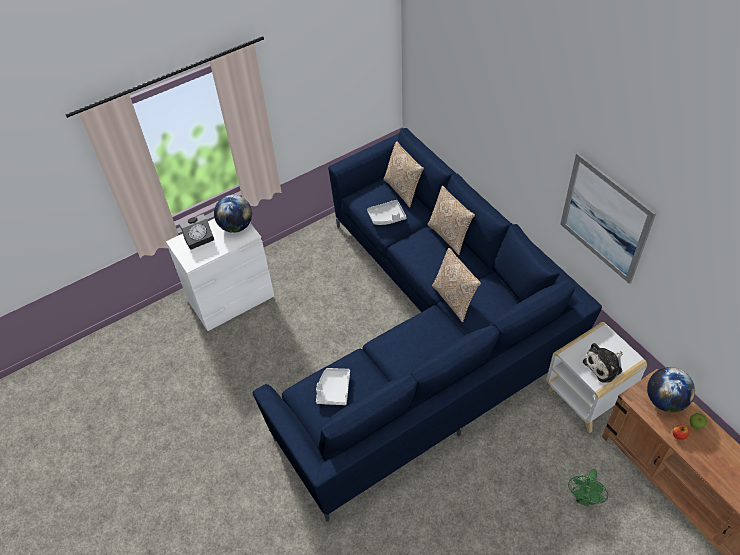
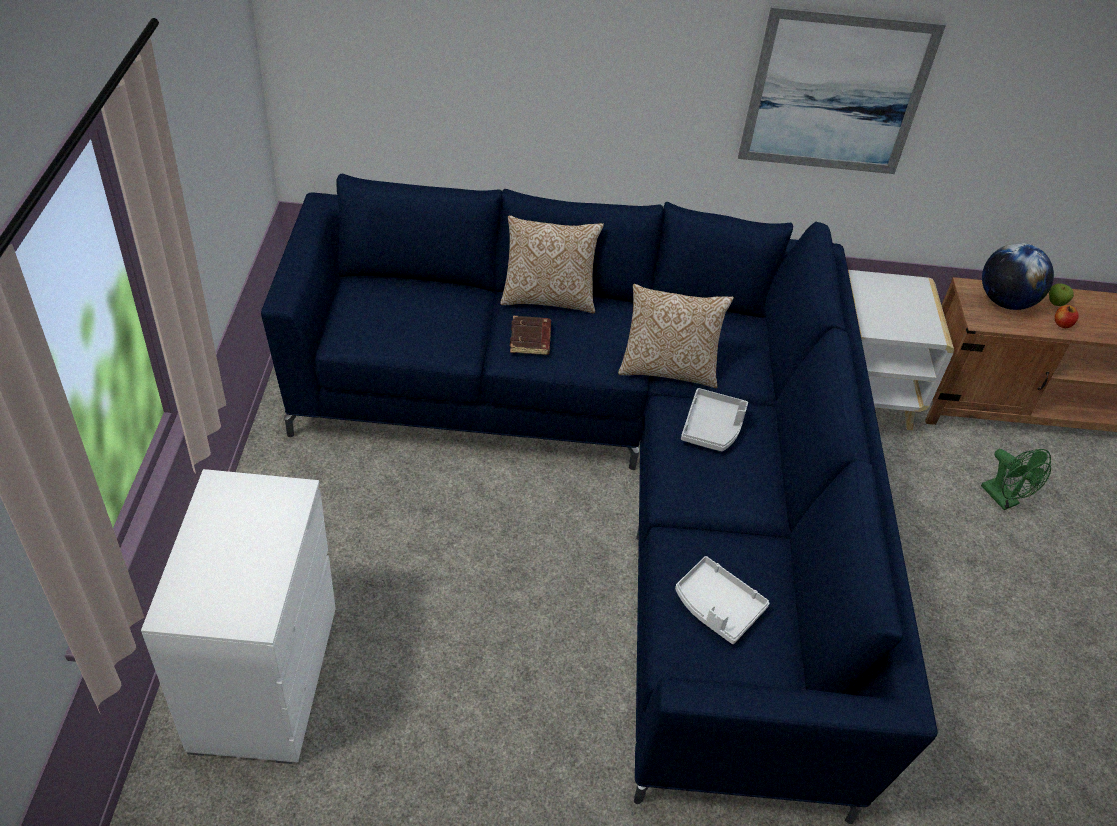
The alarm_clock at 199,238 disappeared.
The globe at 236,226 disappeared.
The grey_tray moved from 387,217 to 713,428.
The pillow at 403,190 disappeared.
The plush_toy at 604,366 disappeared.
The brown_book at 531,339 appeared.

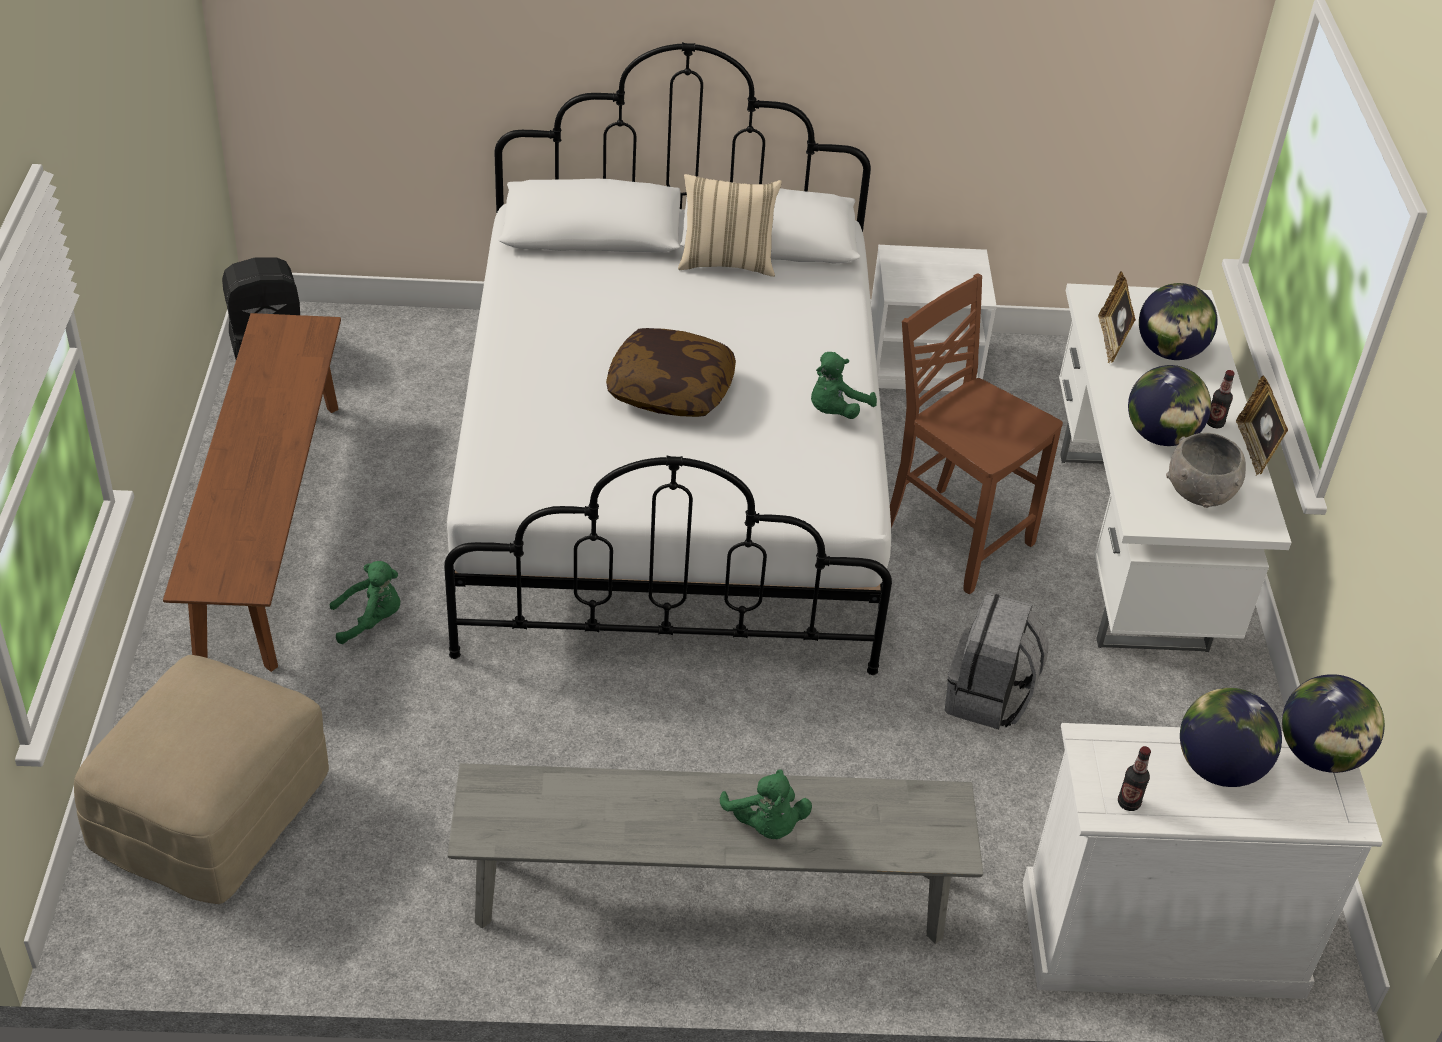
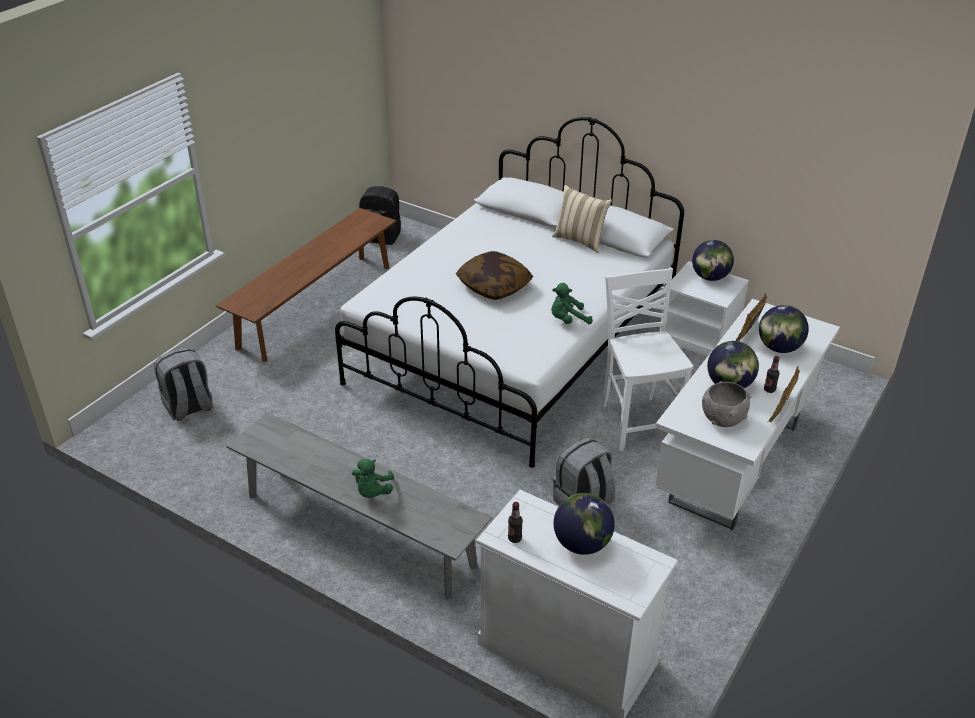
The beige_ottoman at 213,814 was replaced by the grey_backpack at 188,407.
The green_plush_toy at 371,620 disappeared.
The brown_chair at 954,536 became the white_chair at 637,422.
The globe moved from 1320,755 to 710,277.

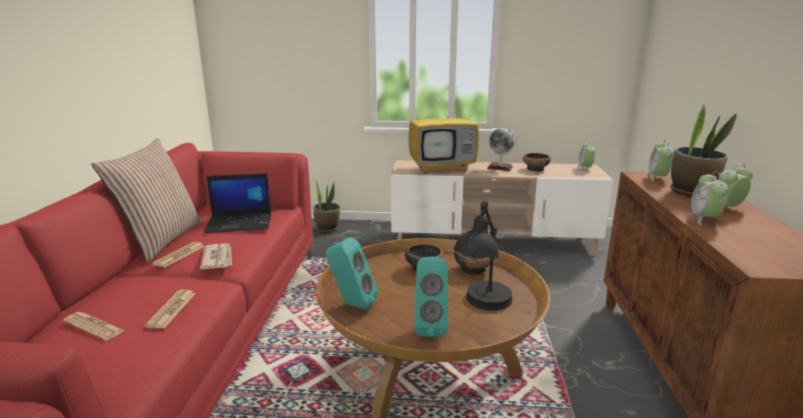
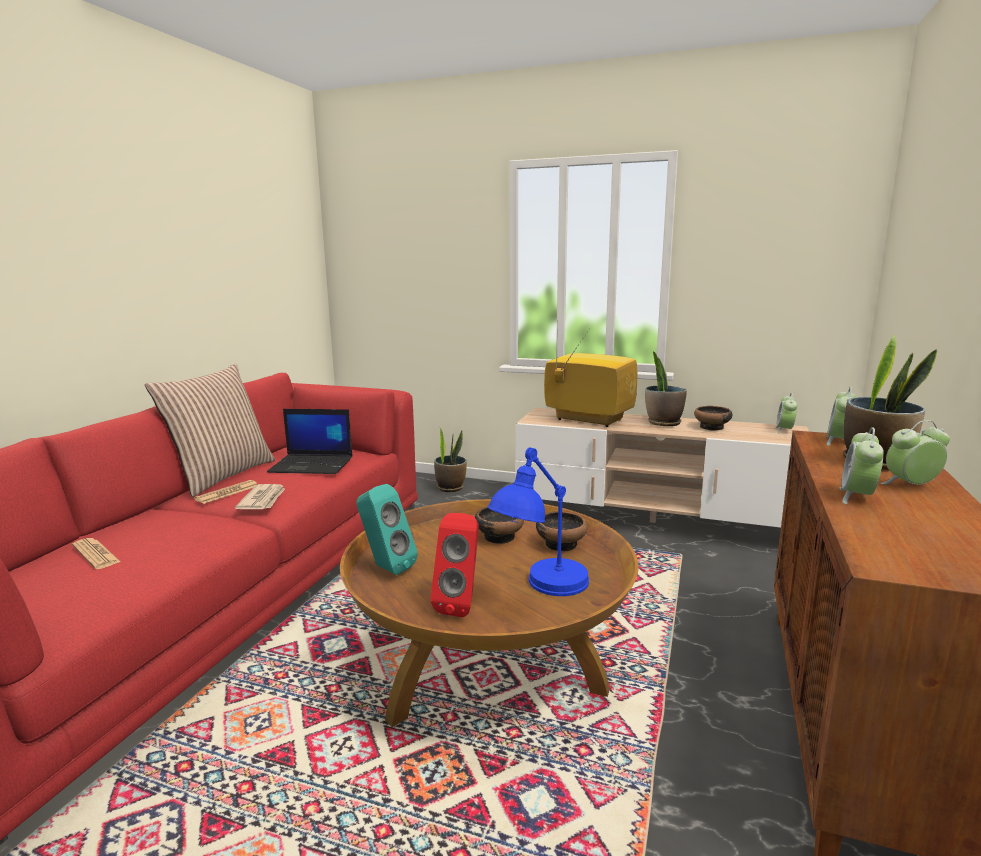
The newspaper at 171,309 disappeared.
The television at 443,168 turned 150 degrees counterclockwise.
The turquoise_speaker at 430,327 became the red_speaker at 461,605.
The black_table_lamp at 482,308 became the blue_table_lamp at 541,591.
The globe at 500,167 was replaced by the potted_plant at 663,423.

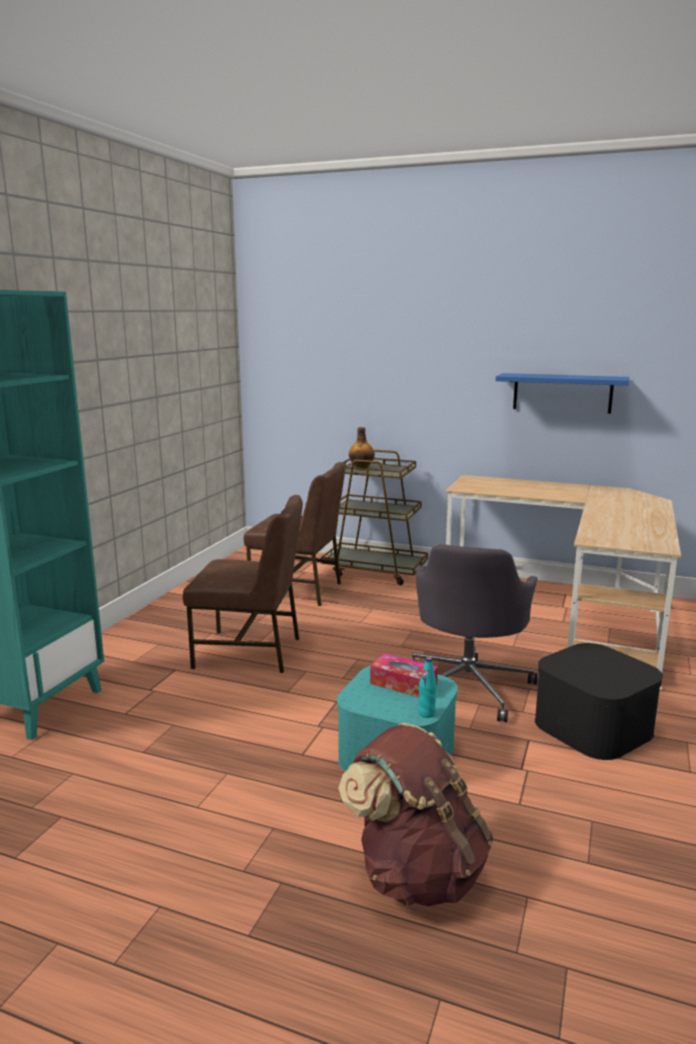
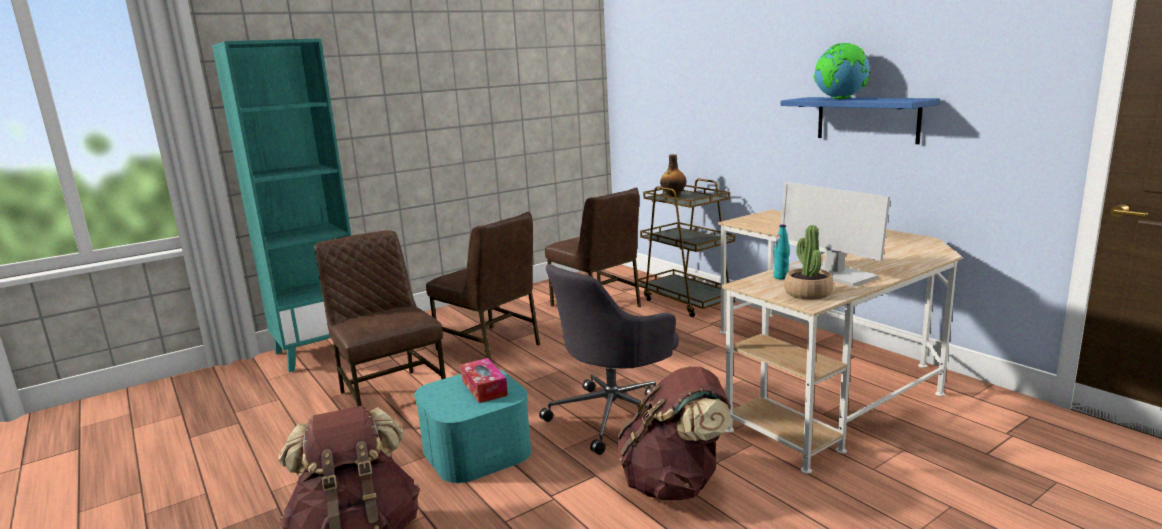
The turquoise_bottle moved from 426,713 to 781,277.
The black_storage_box at 593,726 was replaced by the brown_backpack at 675,484.
The brown_chair at 390,396 appeared.
The monitor at 831,273 appeared.
The potted_plant at 807,293 appeared.
The globe at 840,99 appeared.

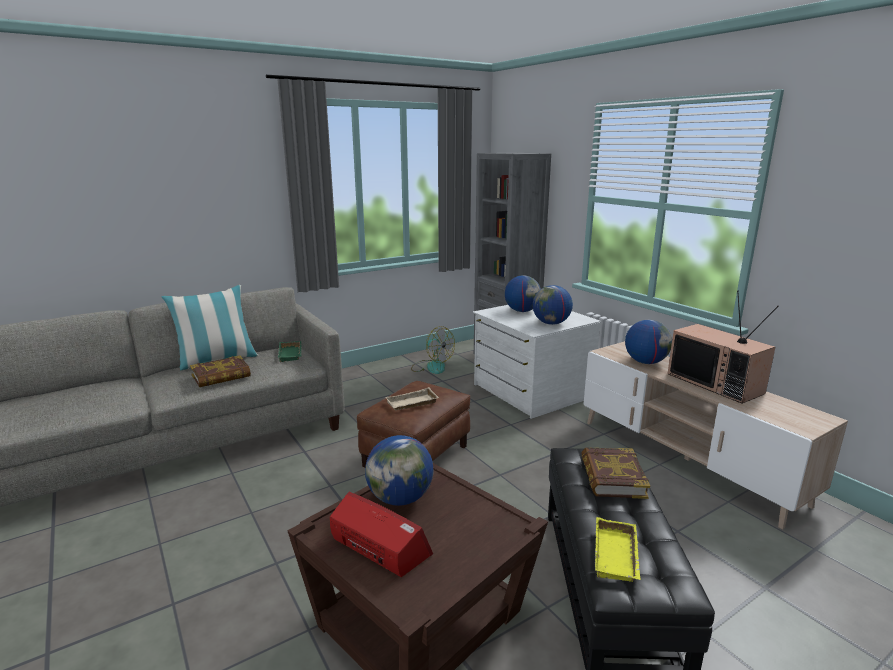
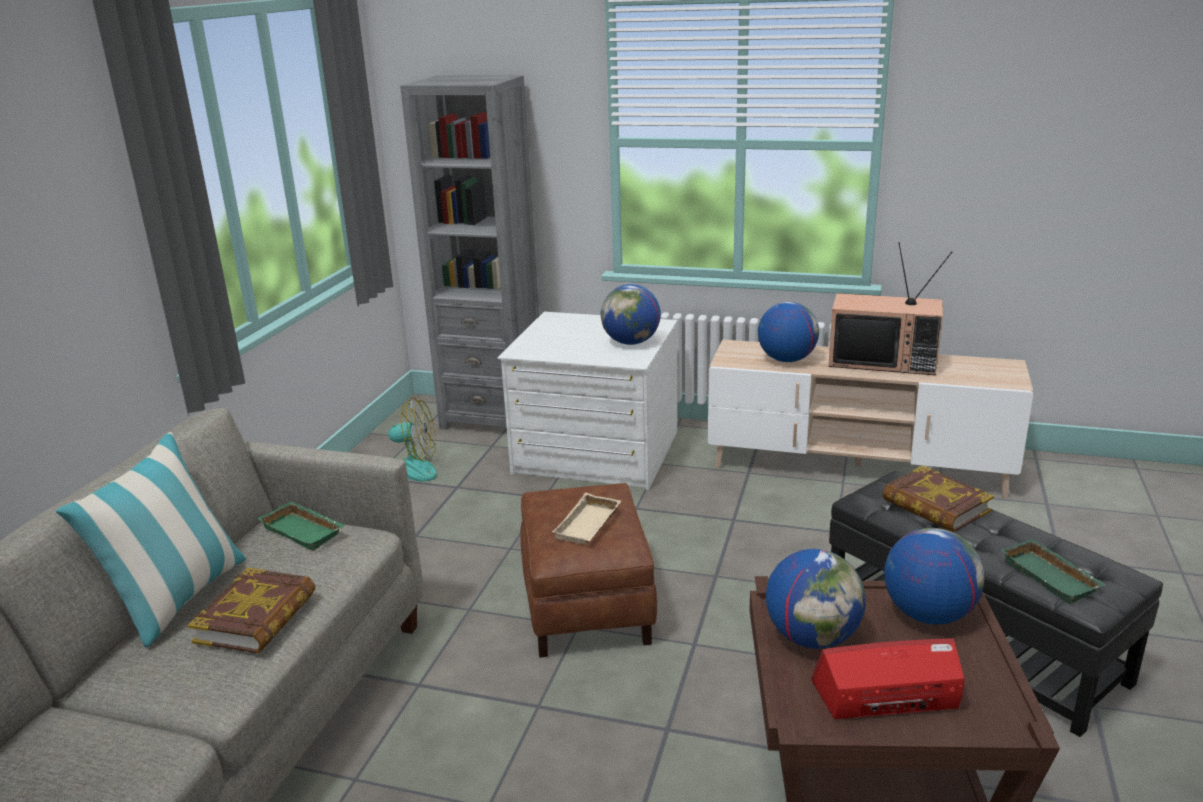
The globe moved from 522,311 to 928,614.
The yellow_tray at 618,556 became the green_tray at 1052,577.

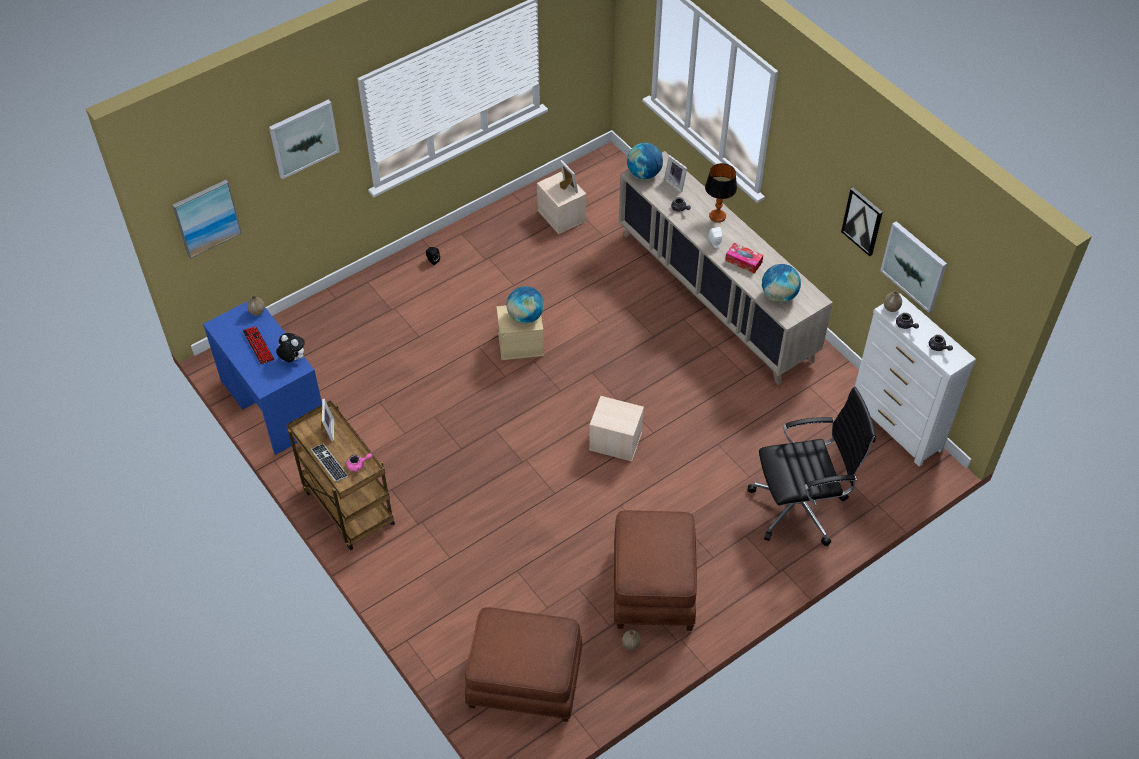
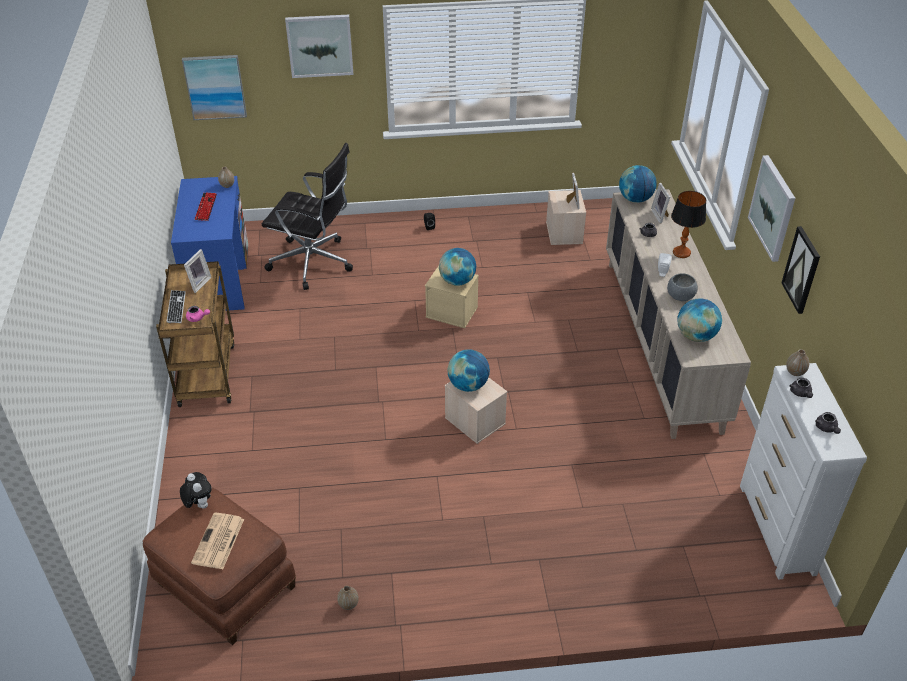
The plush_toy moved from 292,358 to 199,504.
The brown_ottoman at 652,587 disappeared.
The tissue_box at 743,261 was replaced by the grey_bowl at 680,296.
The black_office_chair moved from 801,507 to 313,263.
The picture moved from 914,266 to 773,208.
The newspaper at 218,542 appeared.
The globe at 468,385 appeared.

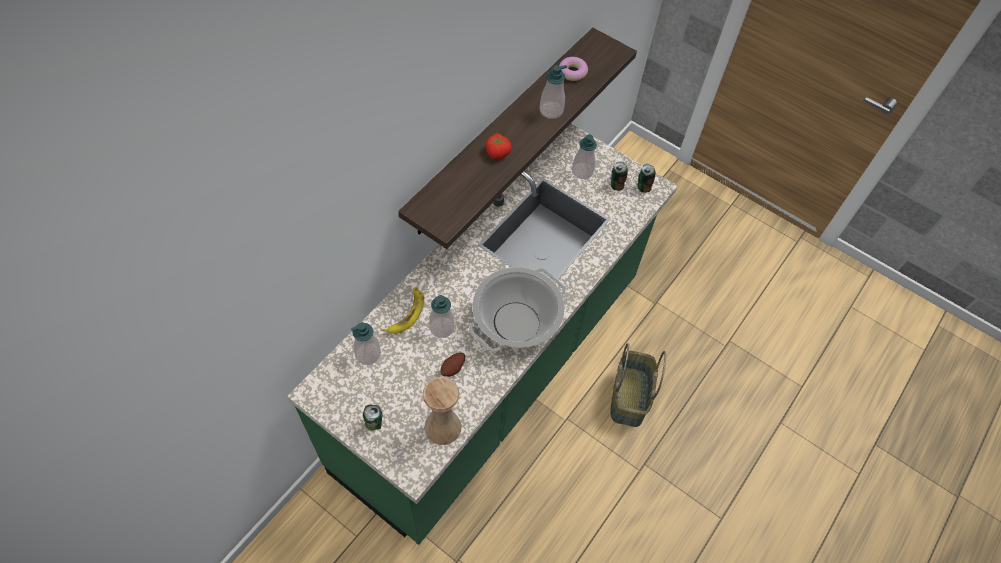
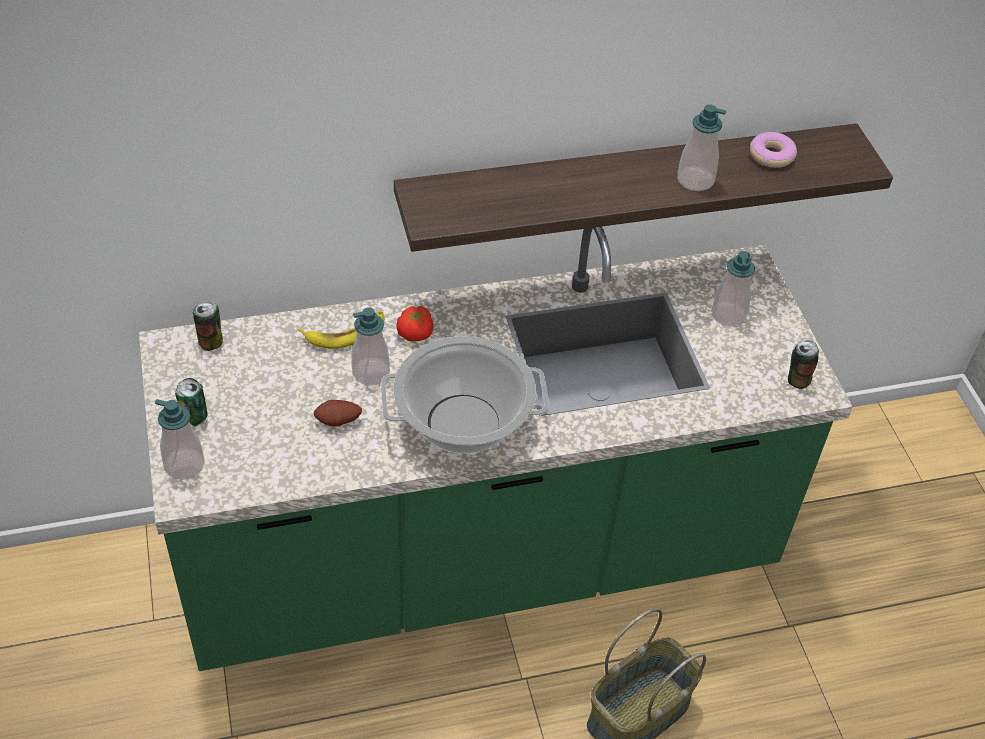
The soap_dispenser moved from 368,354 to 184,465.
The beige_vase at 443,427 disappeared.
The tomato moved from 498,152 to 416,333.
The can moved from 616,184 to 211,341.

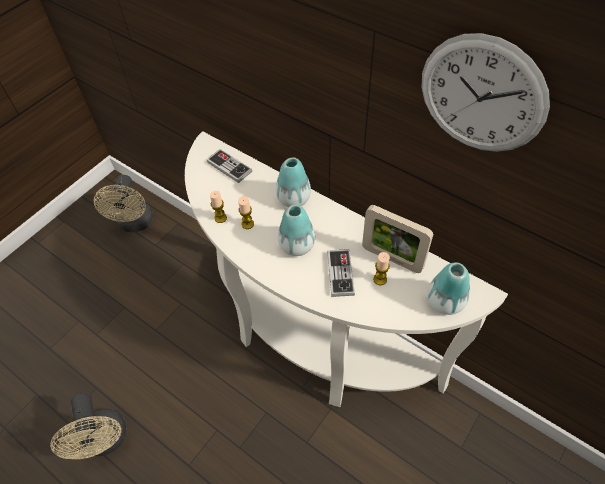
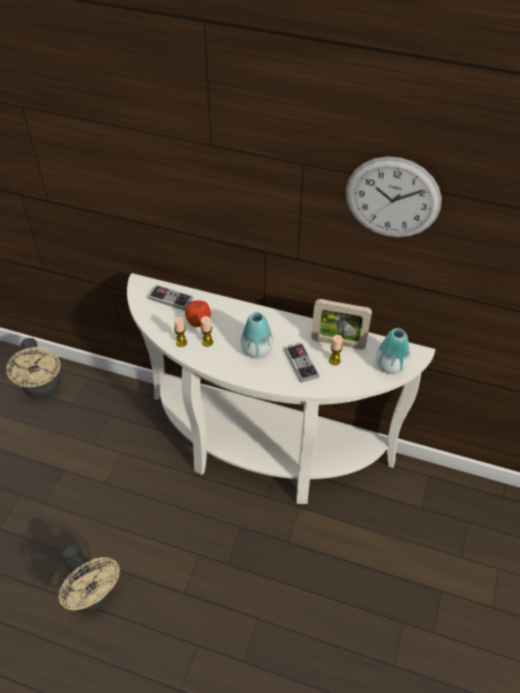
The vase at 293,199 disappeared.
The apple at 198,321 appeared.

